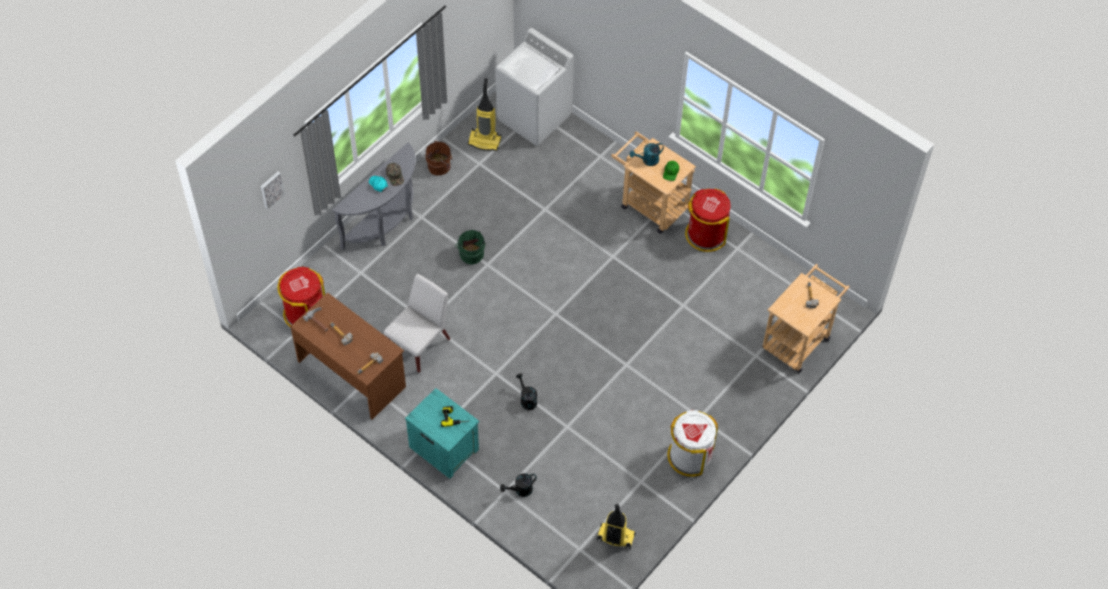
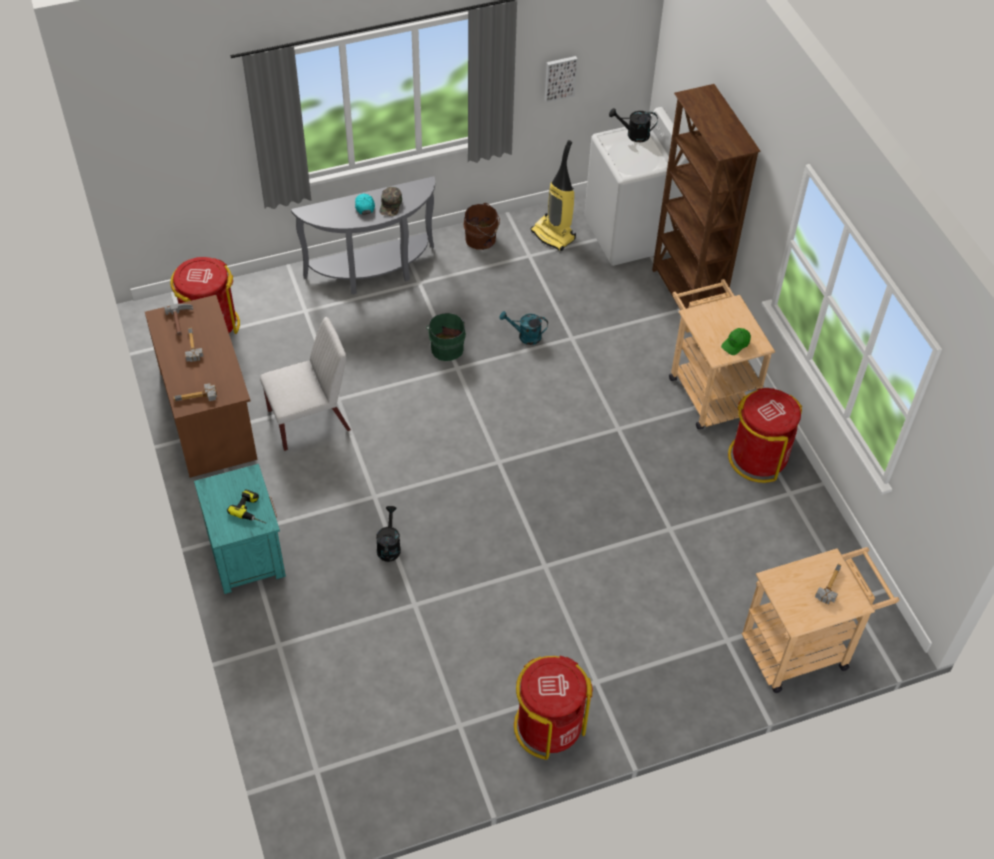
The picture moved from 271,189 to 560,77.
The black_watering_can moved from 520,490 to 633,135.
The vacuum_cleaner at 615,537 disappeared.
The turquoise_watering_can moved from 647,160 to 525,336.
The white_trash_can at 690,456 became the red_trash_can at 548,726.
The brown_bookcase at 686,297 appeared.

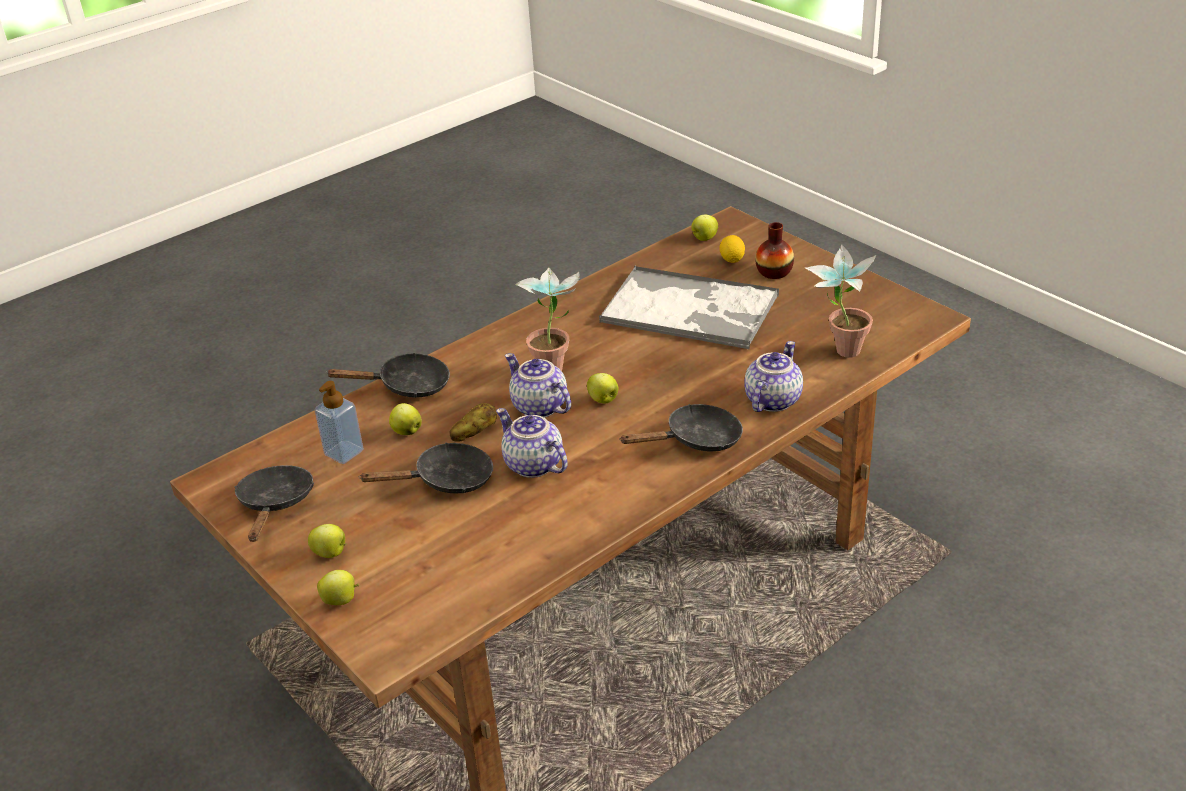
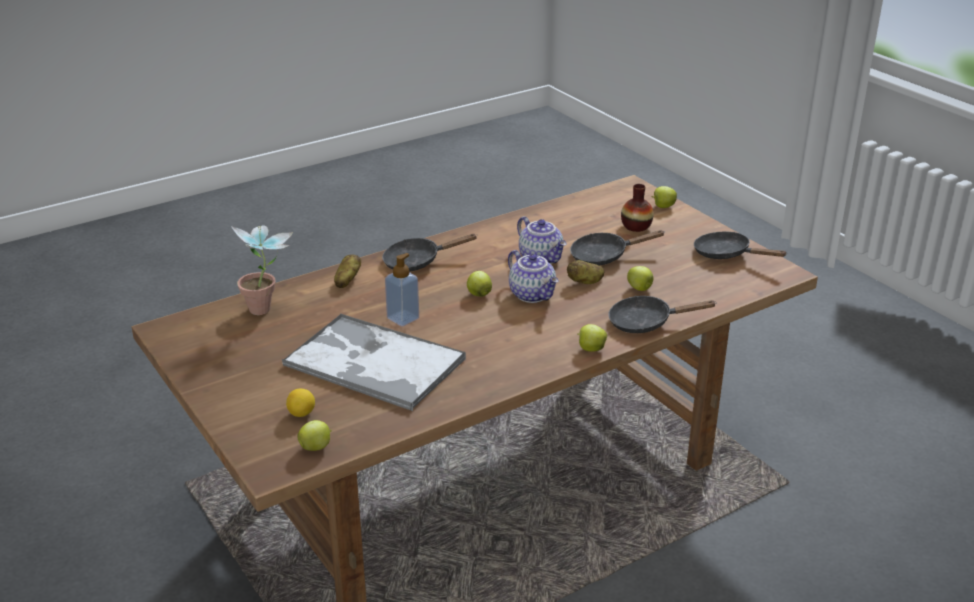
The black_frying_pan at 275,504 turned 120 degrees clockwise.
The apple moved from 331,553 to 590,349.
The soap_dispenser moved from 344,452 to 403,318.
The potted_plant at 555,365 disappeared.
The teapot at 771,400 was replaced by the potato at 347,281.
The vase moved from 774,272 to 636,226.

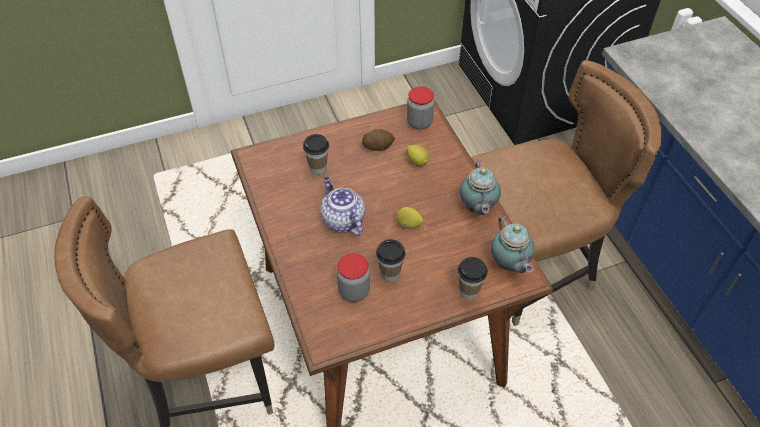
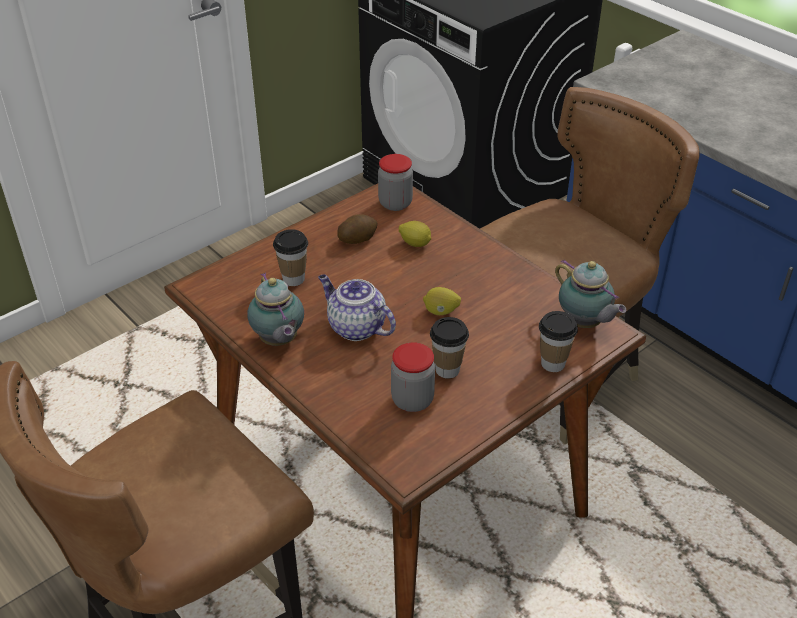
The teapot moved from 477,209 to 278,341.

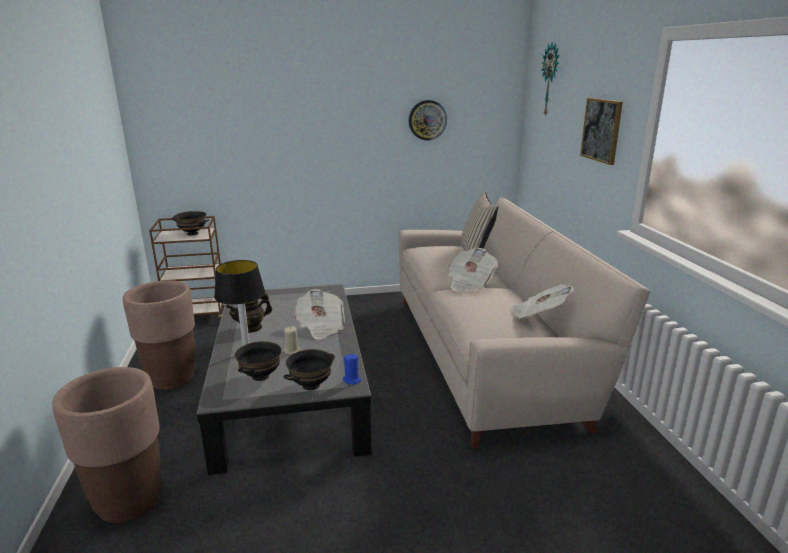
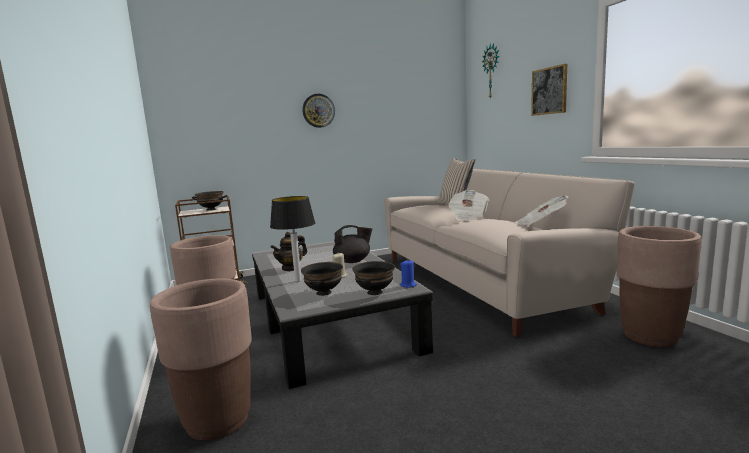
The newspaper at 321,327 was replaced by the black_teapot at 353,261.
The wall_clock moved from 427,120 to 318,110.
The brown_planter at 650,336 appeared.

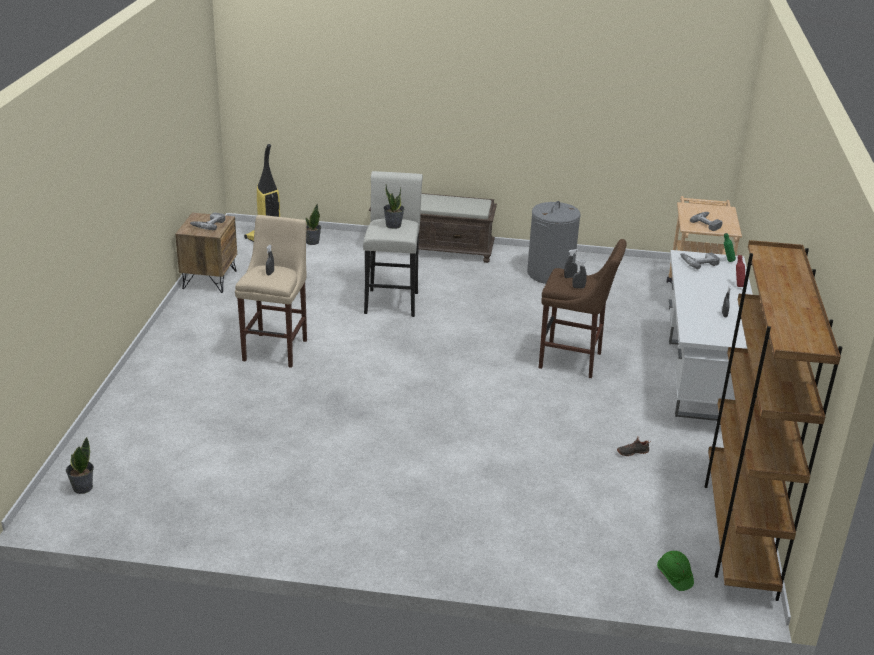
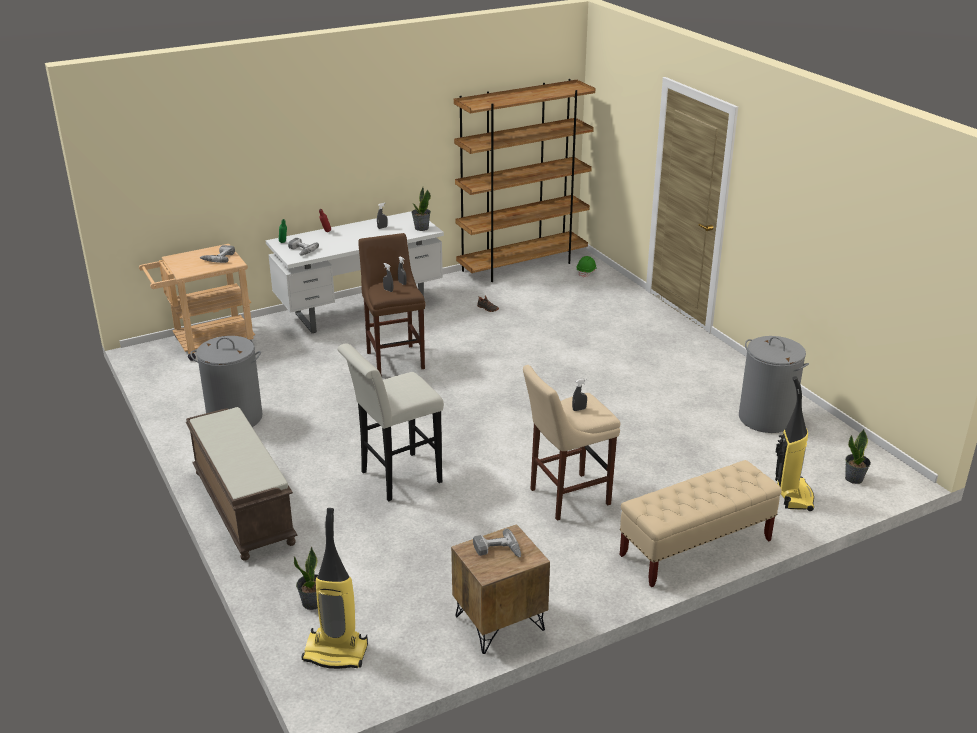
The potted_plant moved from 393,225 to 421,228.
The beige_bench at 695,548 appeared.
The grey_laundry_basket at 766,418 appeared.
The vacuum_cleaner at 792,495 appeared.

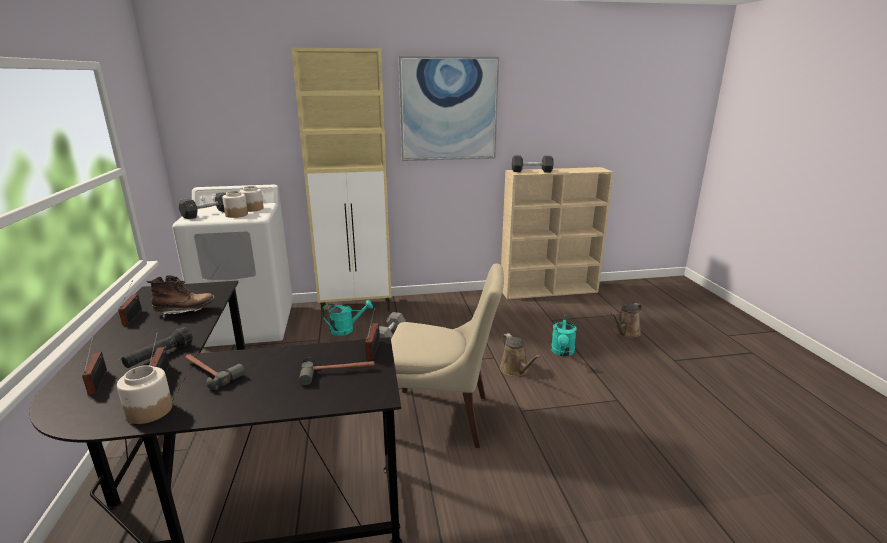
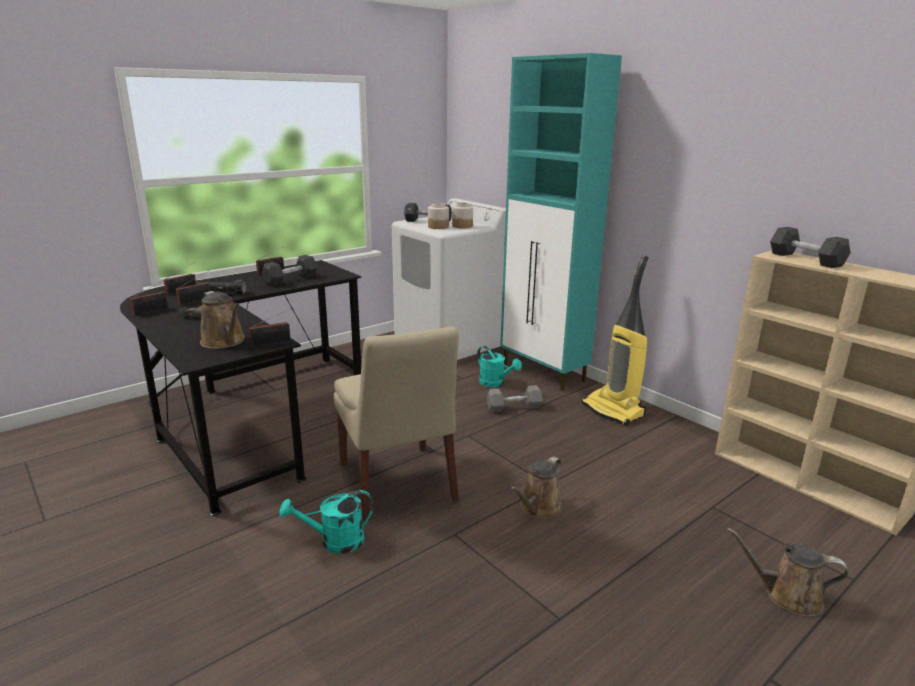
The jar at 149,410 was replaced by the radio at 153,311.
The brown_boot at 185,311 was replaced by the black_dumbbell at 291,280.
The beige_cabinet at 357,308 became the turquoise_cabinet at 544,373.
The hammer at 338,373 was replaced by the brown_watering_can at 224,342.
The picture at 448,109 disappeared.
The turquoise_watering_can moved from 562,352 to 334,542.
The vacuum_cleaner at 614,410 appeared.

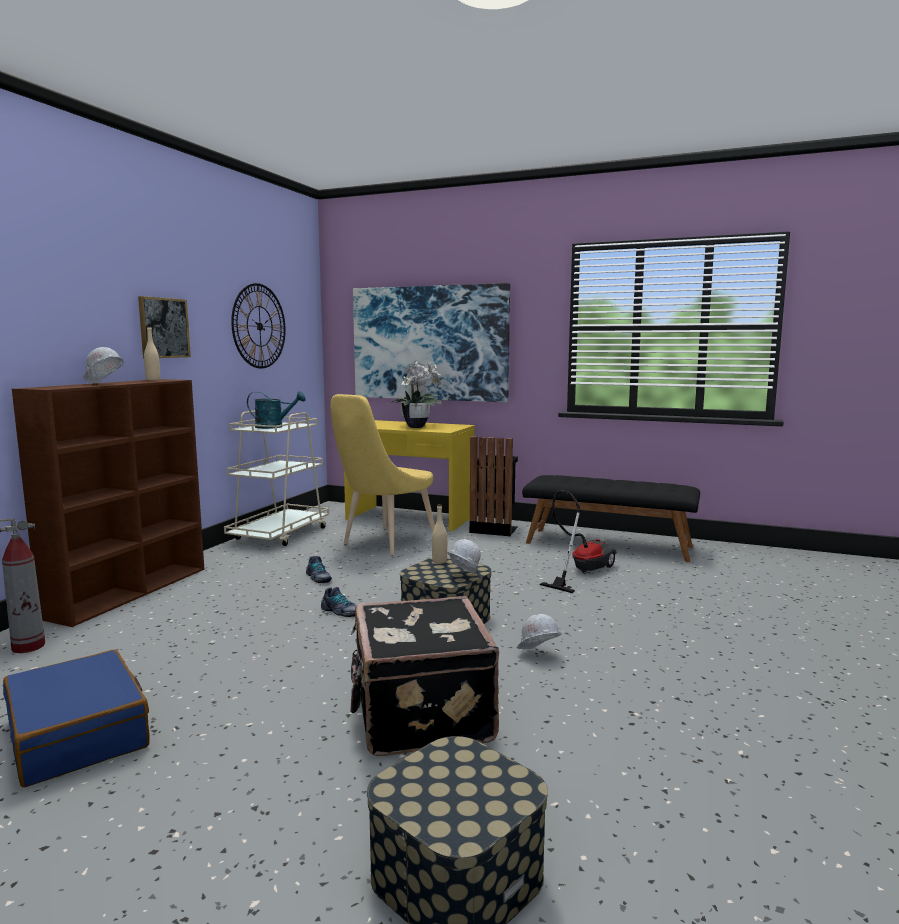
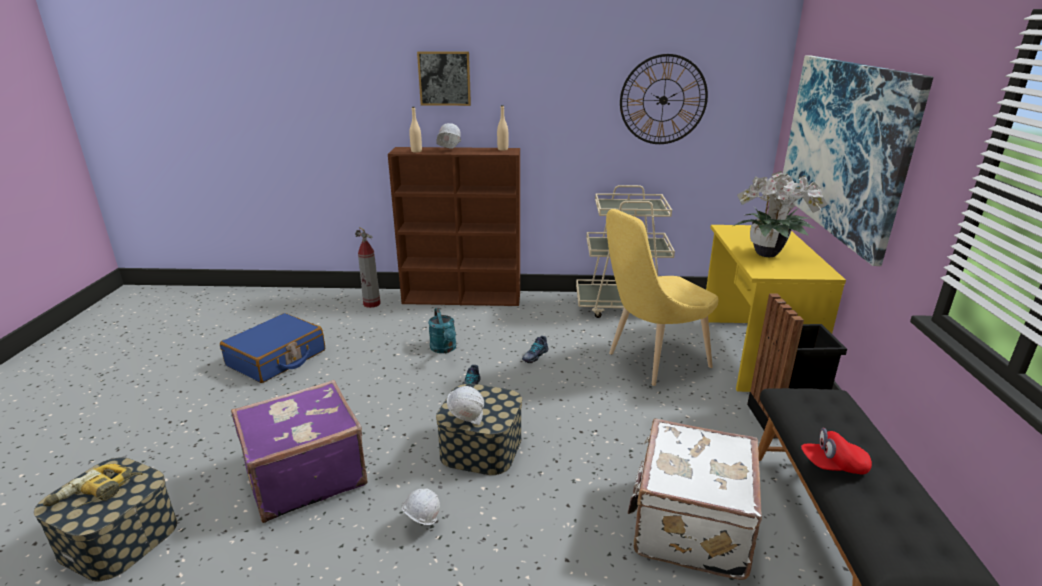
The picture moved from 164,328 to 444,78.
The turquoise_watering_can moved from 274,427 to 444,349.
The yellow_chair at 385,543 turned 45 degrees counterclockwise.
The black_suitcase at 419,714 became the purple_suitcase at 304,475.
The beige_bottle moved from 439,561 to 416,151.
The vacuum_cleaner at 581,571 was replaced by the white_suitcase at 689,525.
The power_drill at 96,494 appeared.
The red_cap at 833,466 appeared.

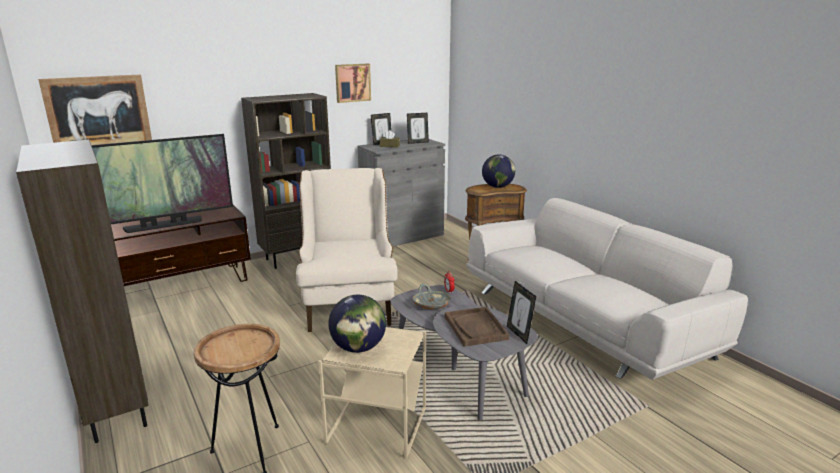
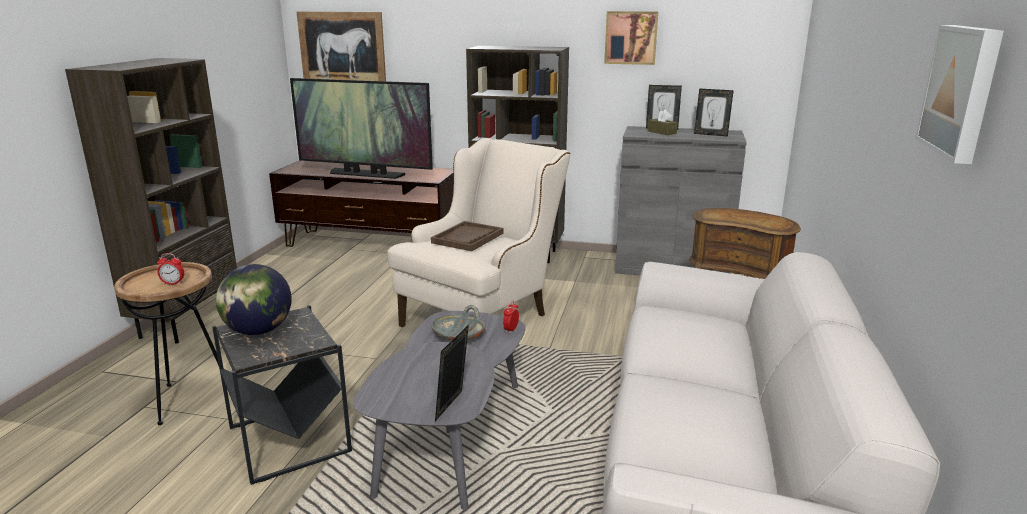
The beige_side_table at 376,425 became the black_side_table at 290,439.
The brown_tray moved from 475,328 to 468,238.
The globe at 498,187 disappeared.
The alarm_clock at 173,283 appeared.
The picture at 963,91 appeared.

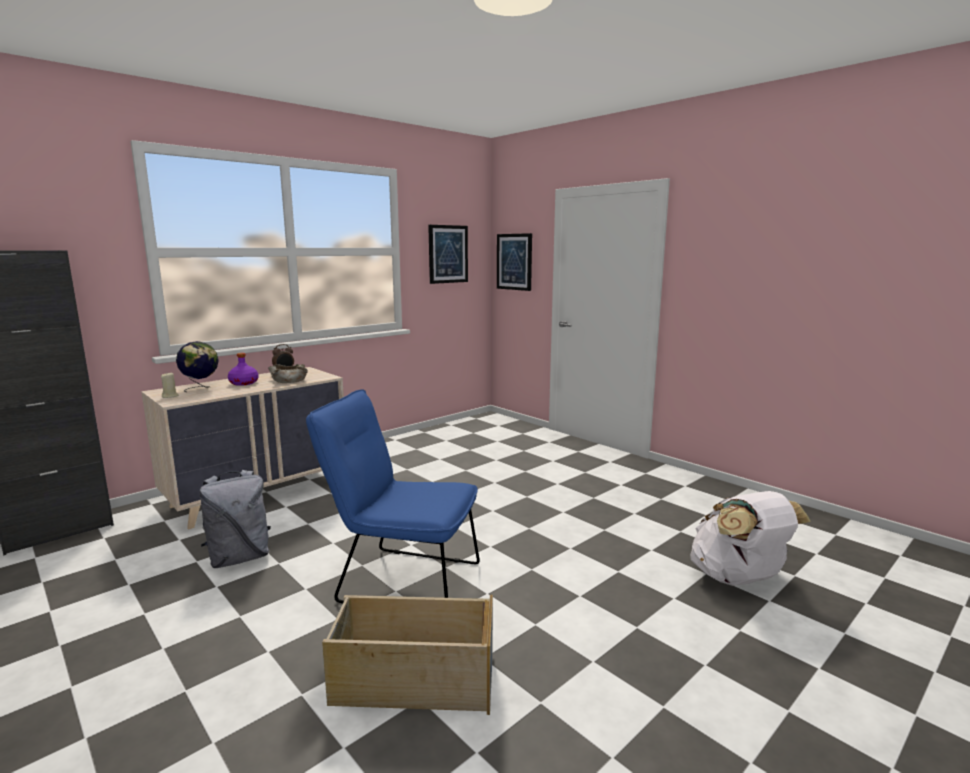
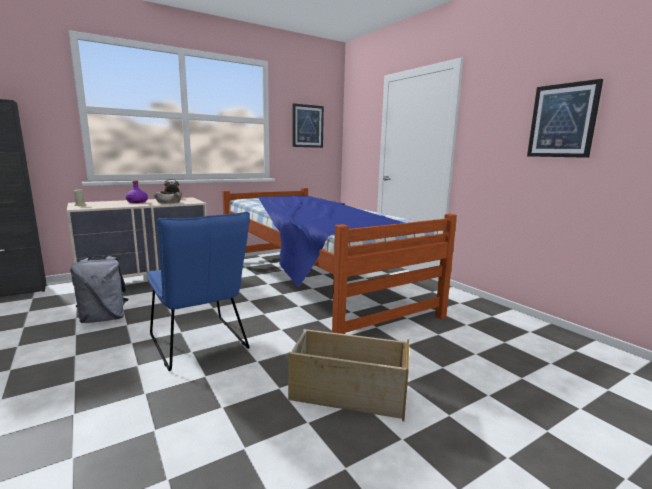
The globe at 201,388 disappeared.
The blue_chair at 401,580 turned 150 degrees counterclockwise.
The beige_storage_box moved from 413,681 to 348,393.
The picture moved from 514,262 to 562,121.
The white_backpack at 738,579 disappeared.
The bed at 314,285 appeared.

